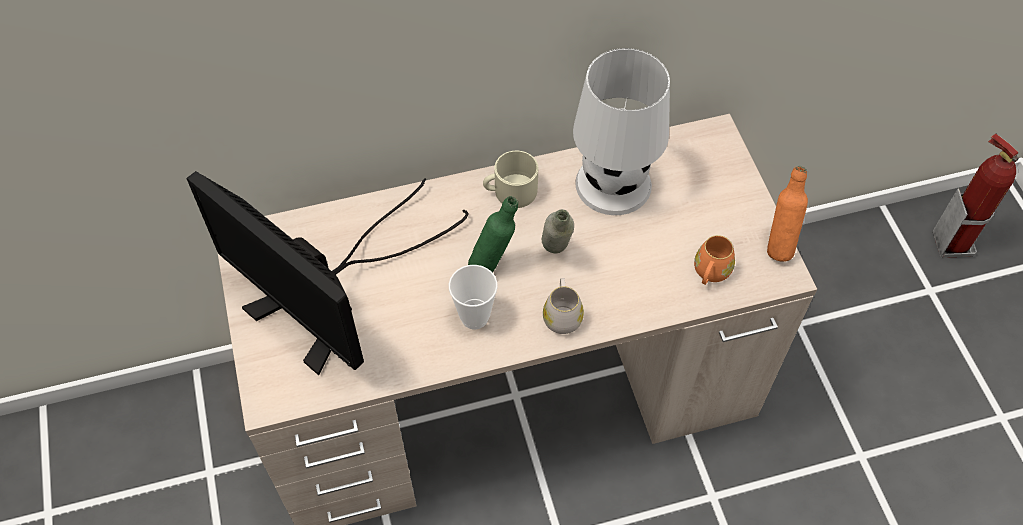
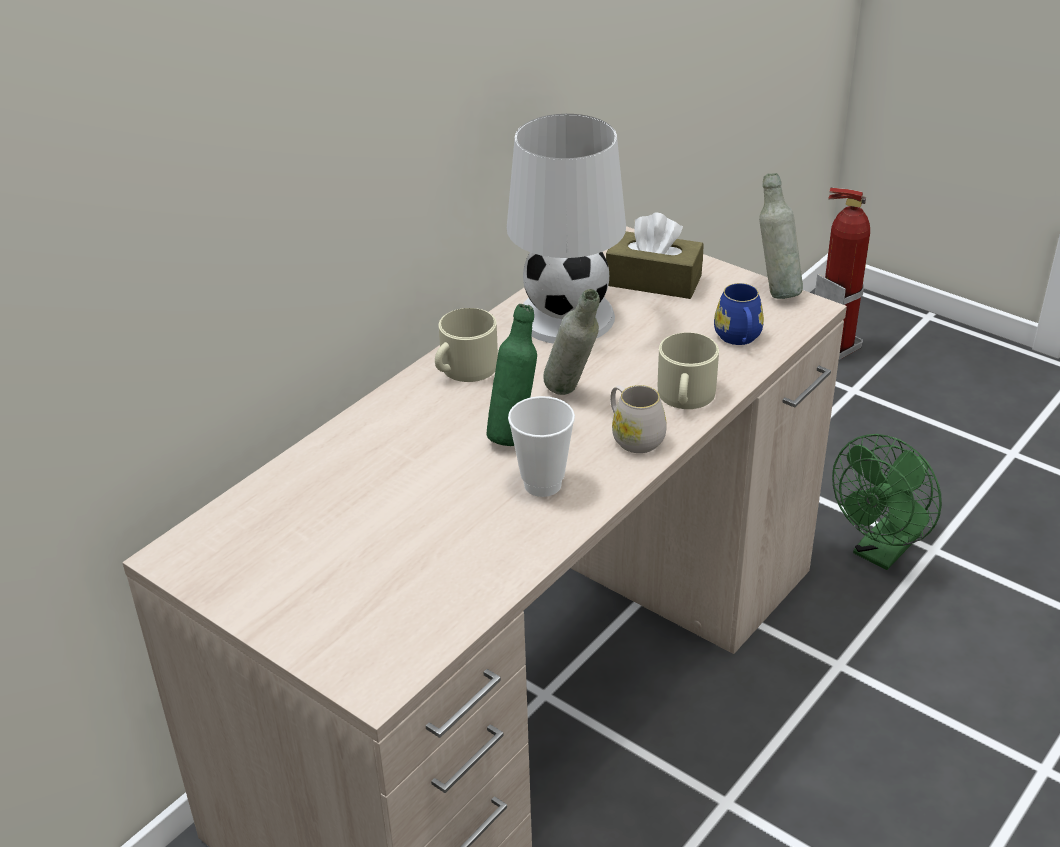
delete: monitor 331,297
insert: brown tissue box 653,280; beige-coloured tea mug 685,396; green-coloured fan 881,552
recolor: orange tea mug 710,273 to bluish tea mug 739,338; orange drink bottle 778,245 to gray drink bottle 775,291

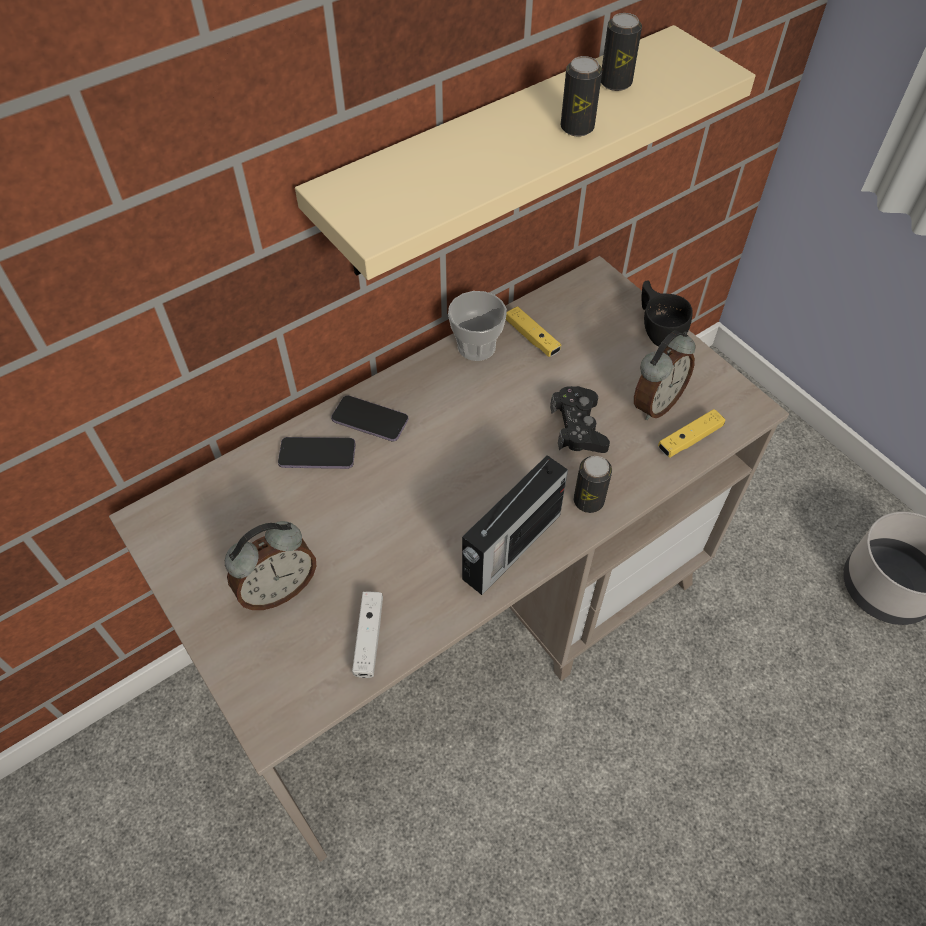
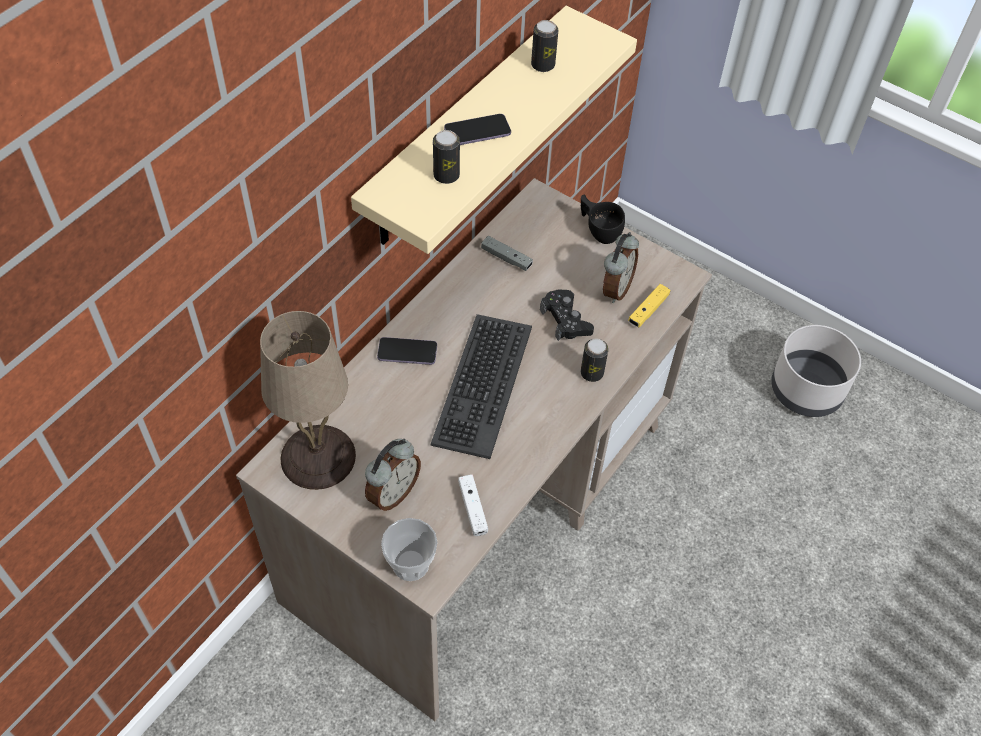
delete: radio 510,548
insert: beige-coloured table lamp 320,456; keyboard 481,384
move: cup 476,347 to 410,564; sealed can 577,128 to 446,175; telephone 317,454 to 477,132
recolor: yellowish gamepad 532,338 to gray gamepad 506,258

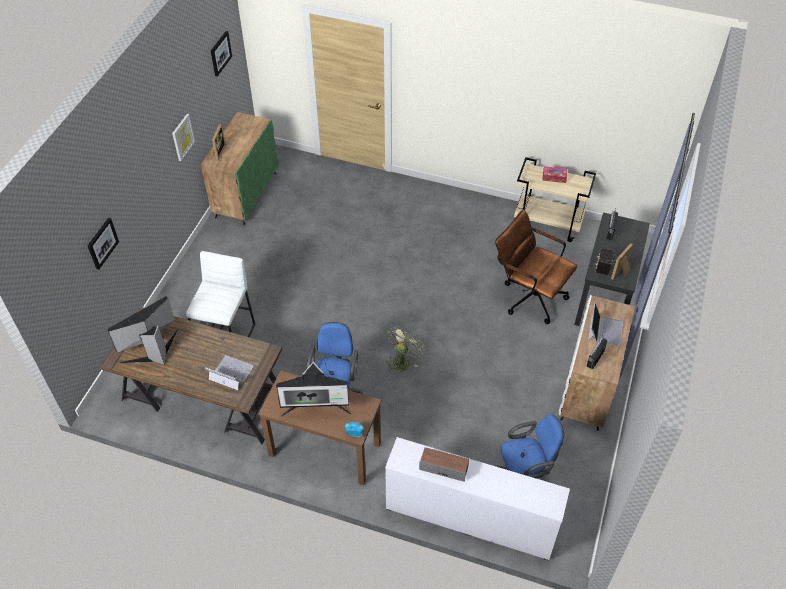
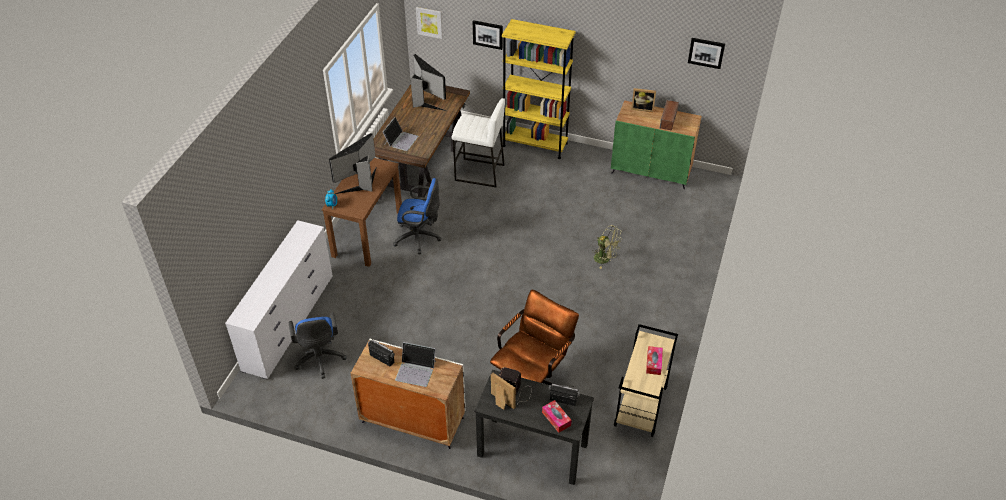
insert: yellowish bookshelf 535,144; tissue box 556,419
move: picture 182,137 to 429,22; green-coloured fan 402,360 to 605,259; audio speaker 444,467 to 668,119
rotate: monitor 316,407 = 360,183 45 degrees clockwise

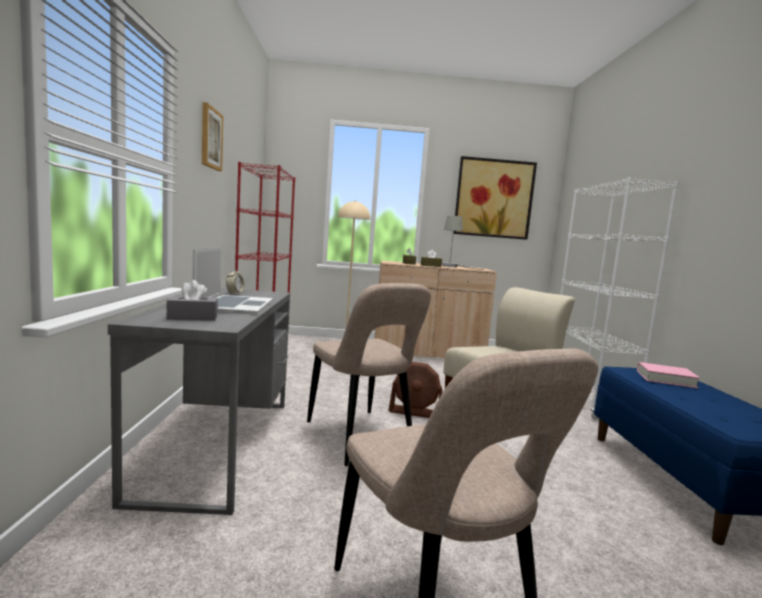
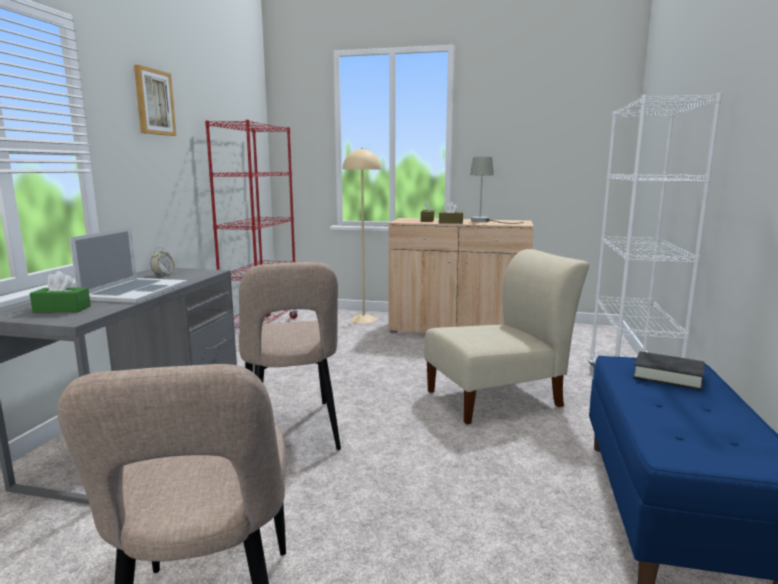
delete: brown fan 415,412; picture 493,198
recolor: gray tissue box 192,317 to green-coloured tissue box 62,309; pinkish volume 665,379 to black volume 668,375

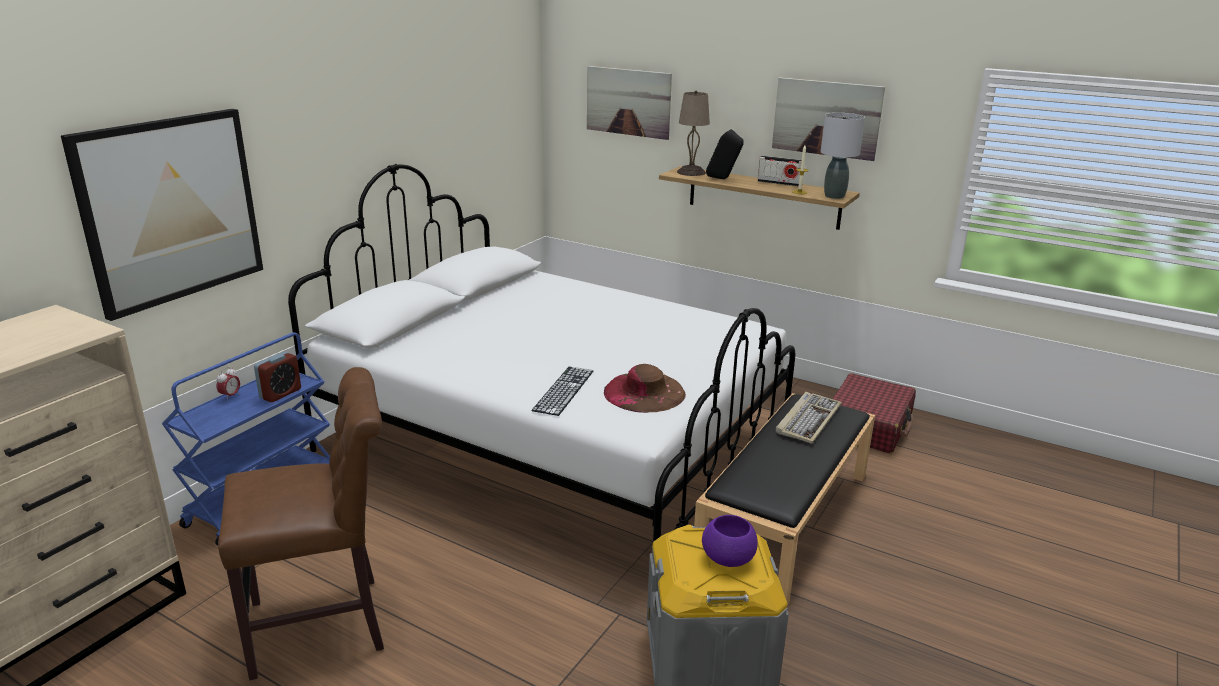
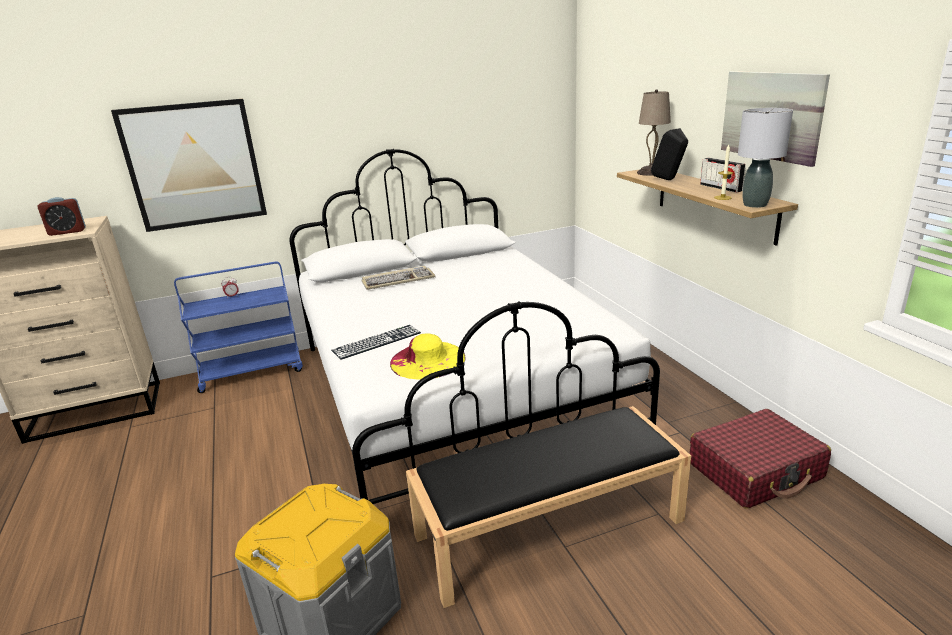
delete: brown upright chair 326,625; picture 628,102; purple serving bowl 728,558
move: alarm clock 280,393 to 67,232; keyboard 808,420 to 398,280
recolor: brown wearable hat 644,392 to yellowish wearable hat 427,360

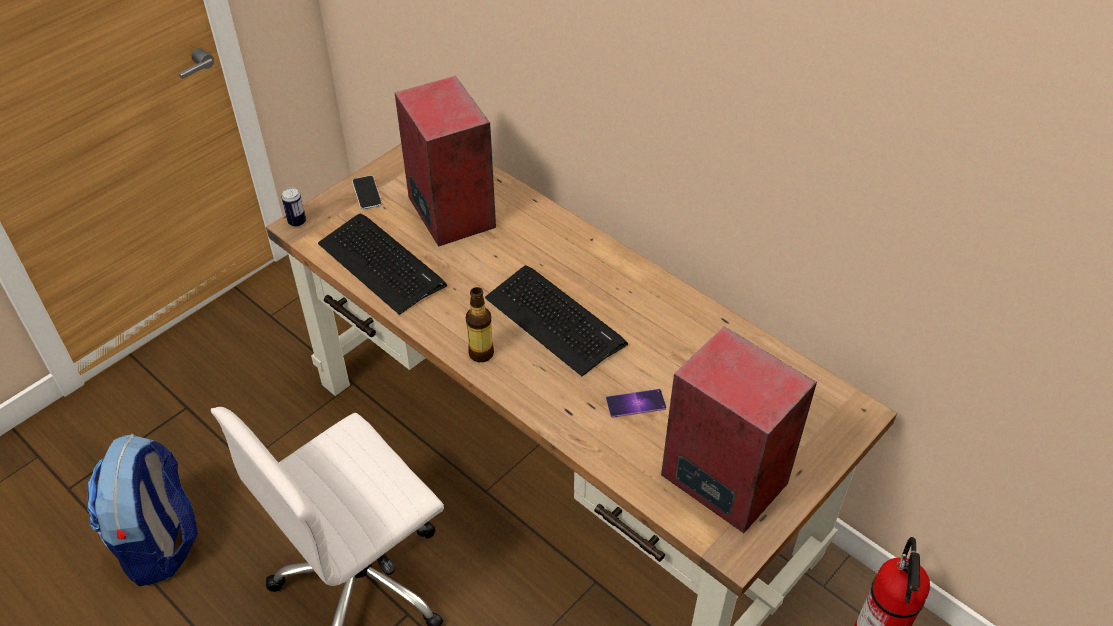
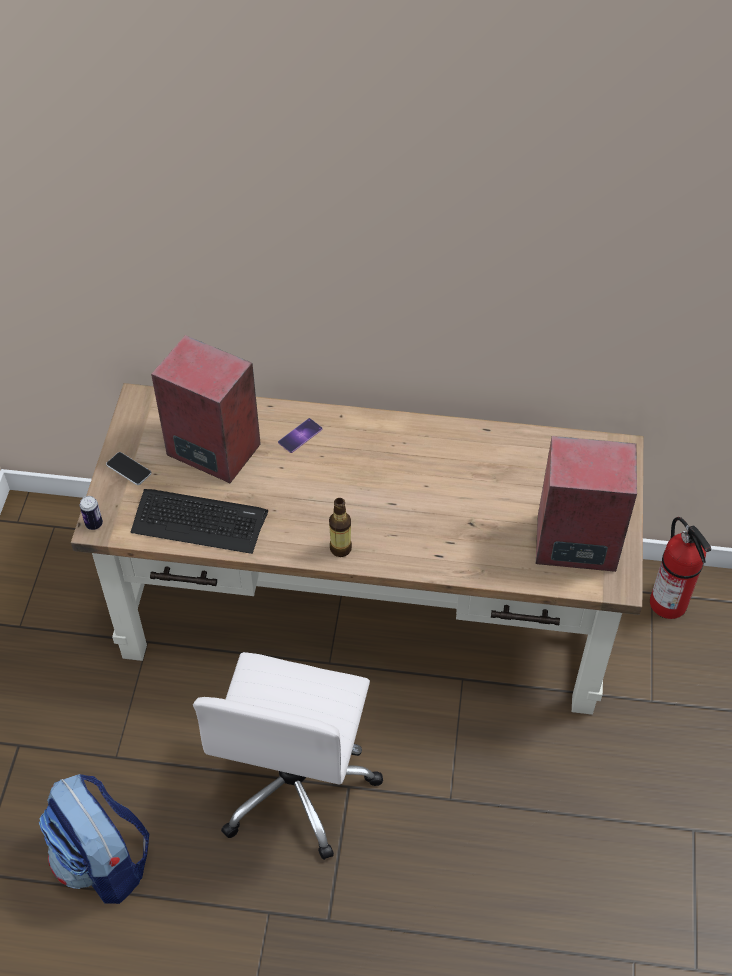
delete: keyboard 555,320
move: telephone 636,403 to 300,435

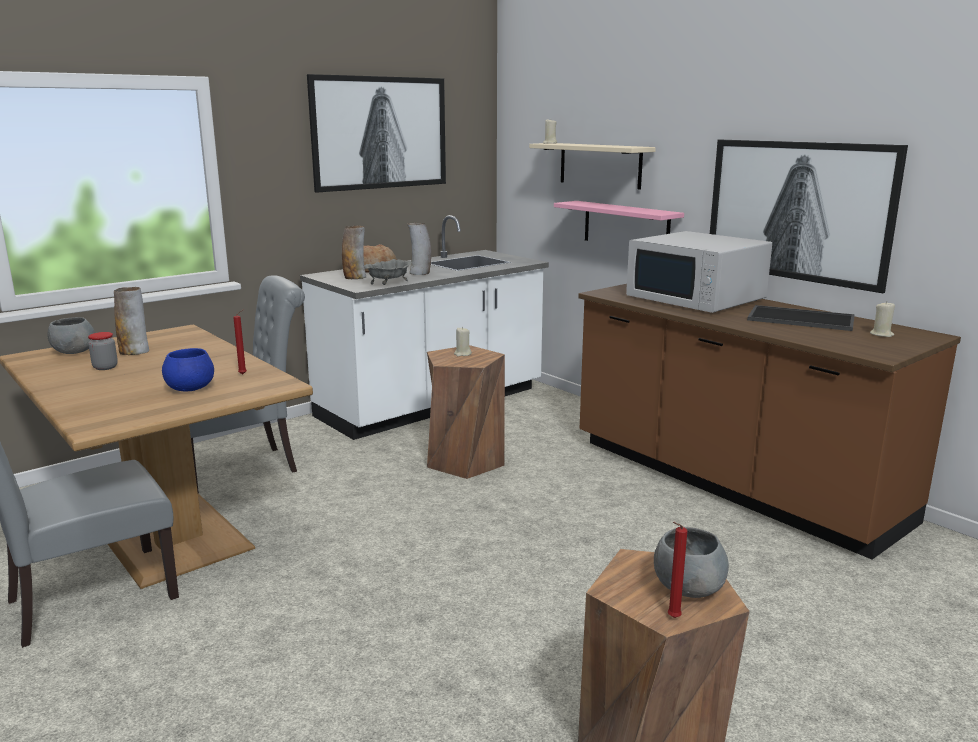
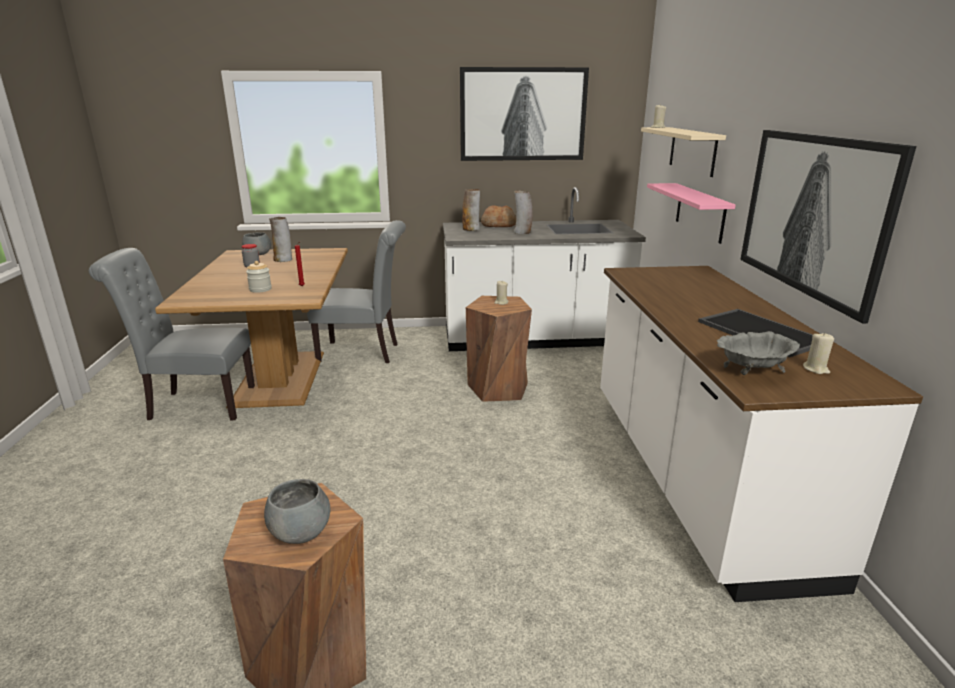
delete: whitish kitchen microwave 696,299; reddish wax candle 672,618
move: gray serving bowl 388,283 to 752,370
replace: bluish serving bowl 191,389 to preserve jar 260,289
recolor: brown kitchen counter 731,482 to whitish kitchen counter 693,476

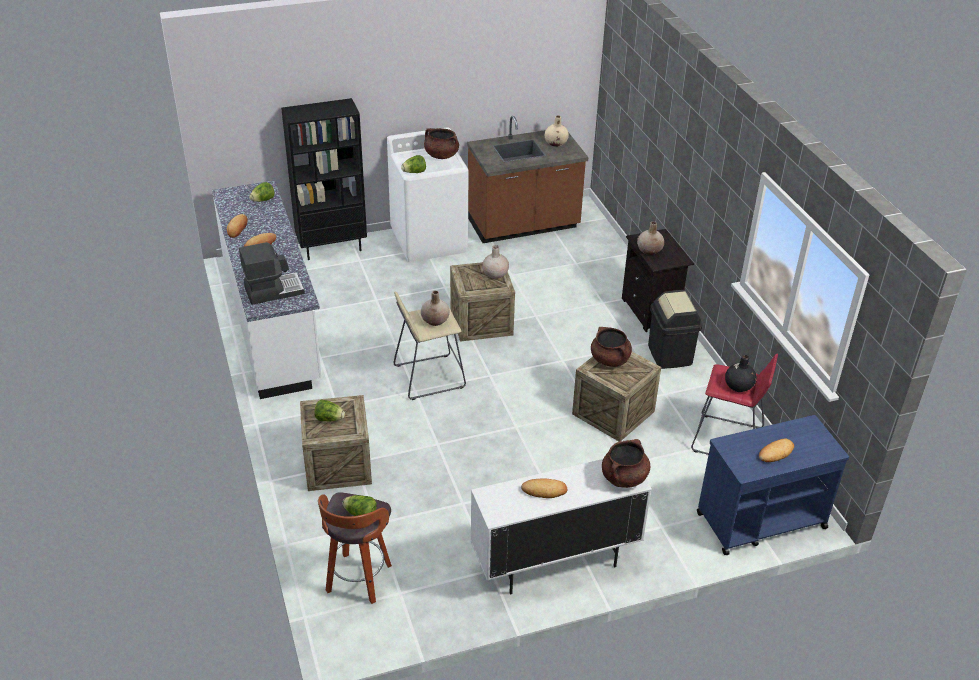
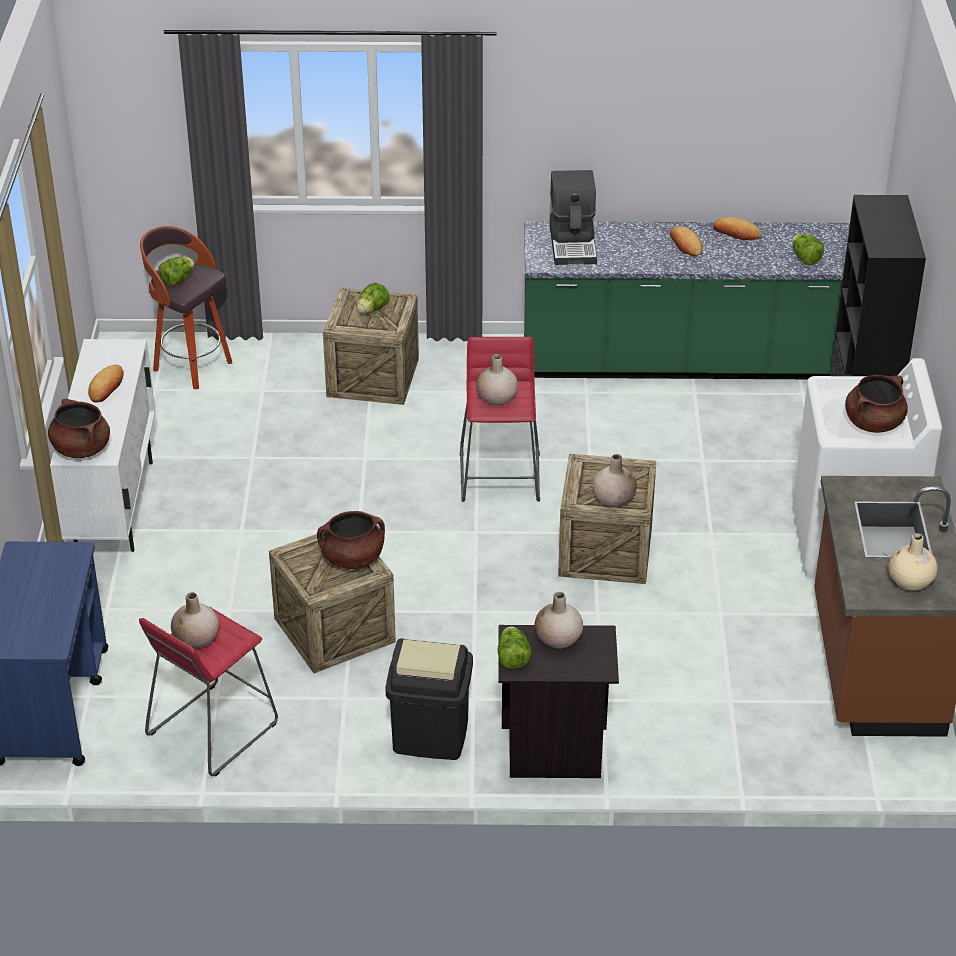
delete: baked bread 775,453
move: head of lettuce 414,172 to 512,658
recolor: black flower vase 739,386 to beige-coloured flower vase 196,639; beige-coloured sitting stool 429,377 to reddish sitting stool 500,476; whitish kitchen counter 272,322 to green-coloured kitchen counter 682,363

